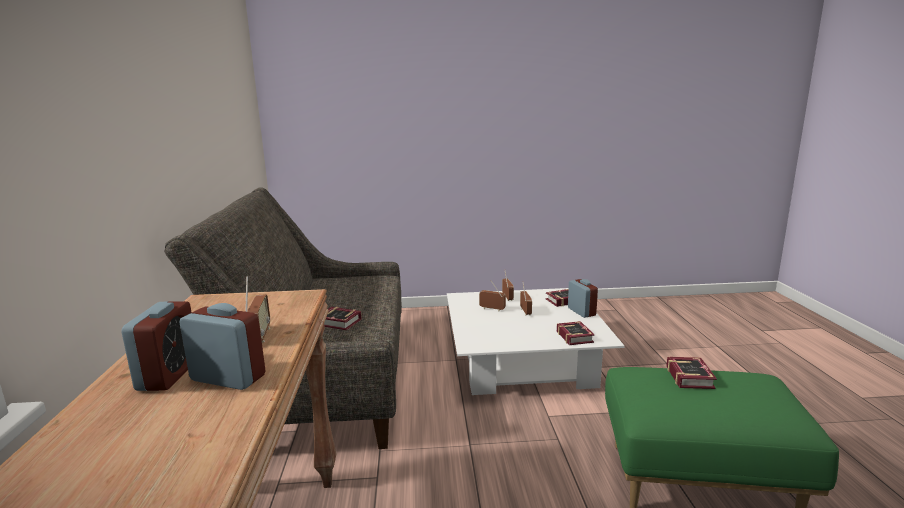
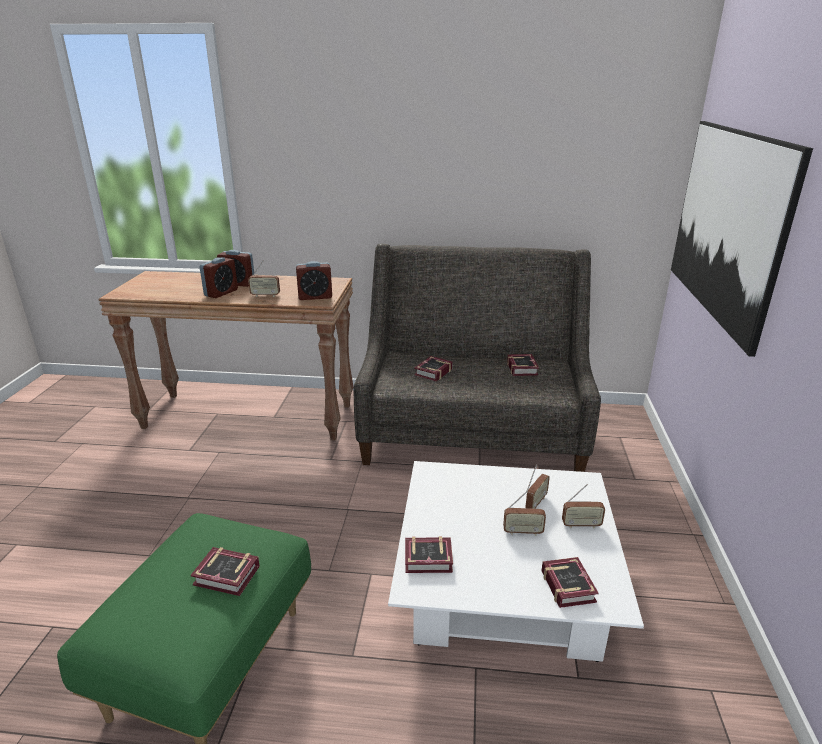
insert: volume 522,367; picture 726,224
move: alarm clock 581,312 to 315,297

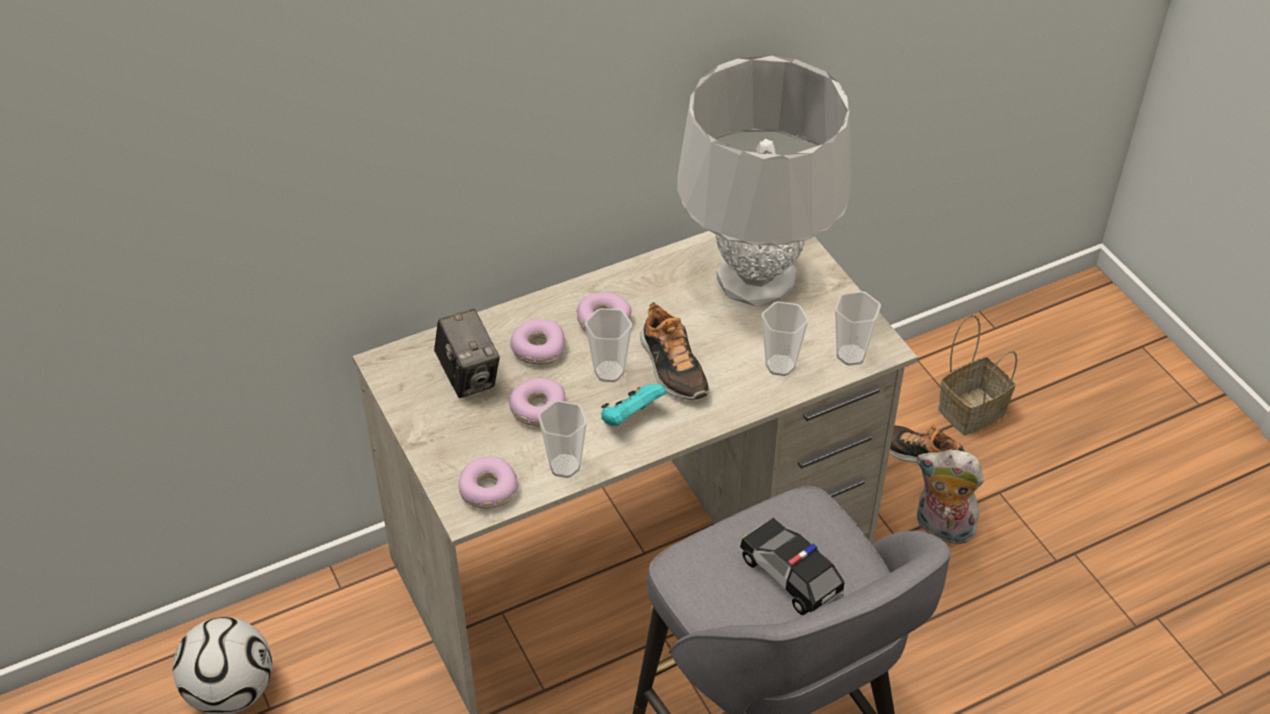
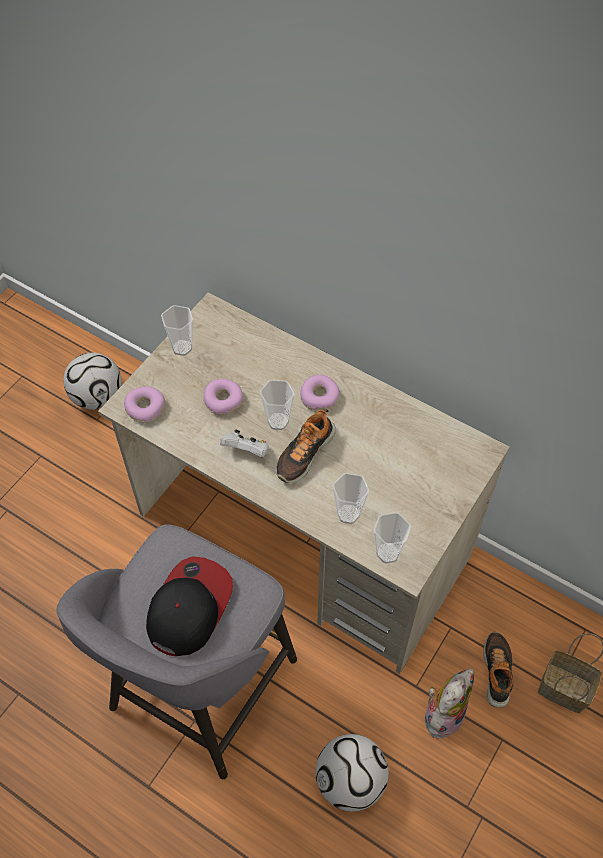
delete: photo camera 469,376; donut 538,349; gray table lamp 757,278
insert: ball for football 349,780
move: cup 564,466 to 182,347
replace: toy car 791,576 to cap 189,607
recolor: blue-green gamepad 630,417 to whitish gamepad 247,451
rotate: soft toy 941,529 = 442,713 45 degrees clockwise

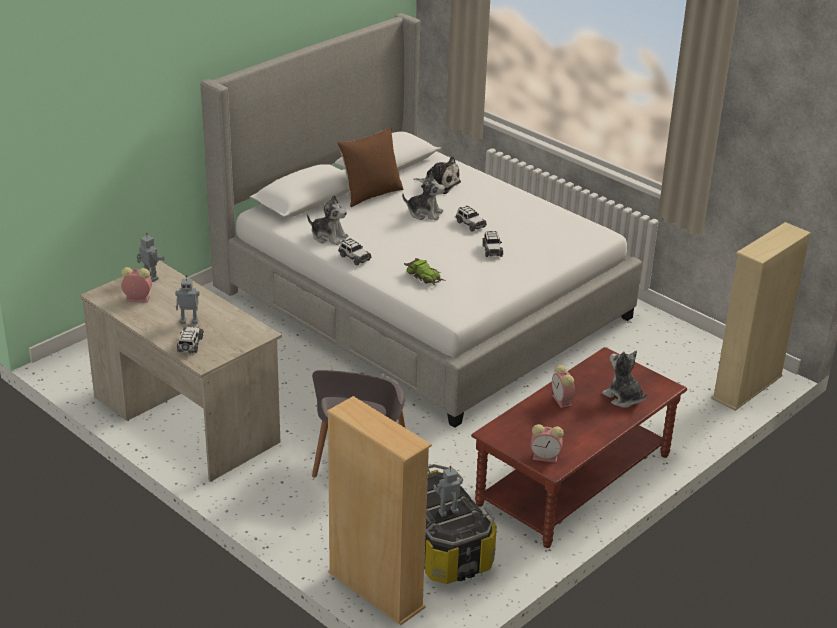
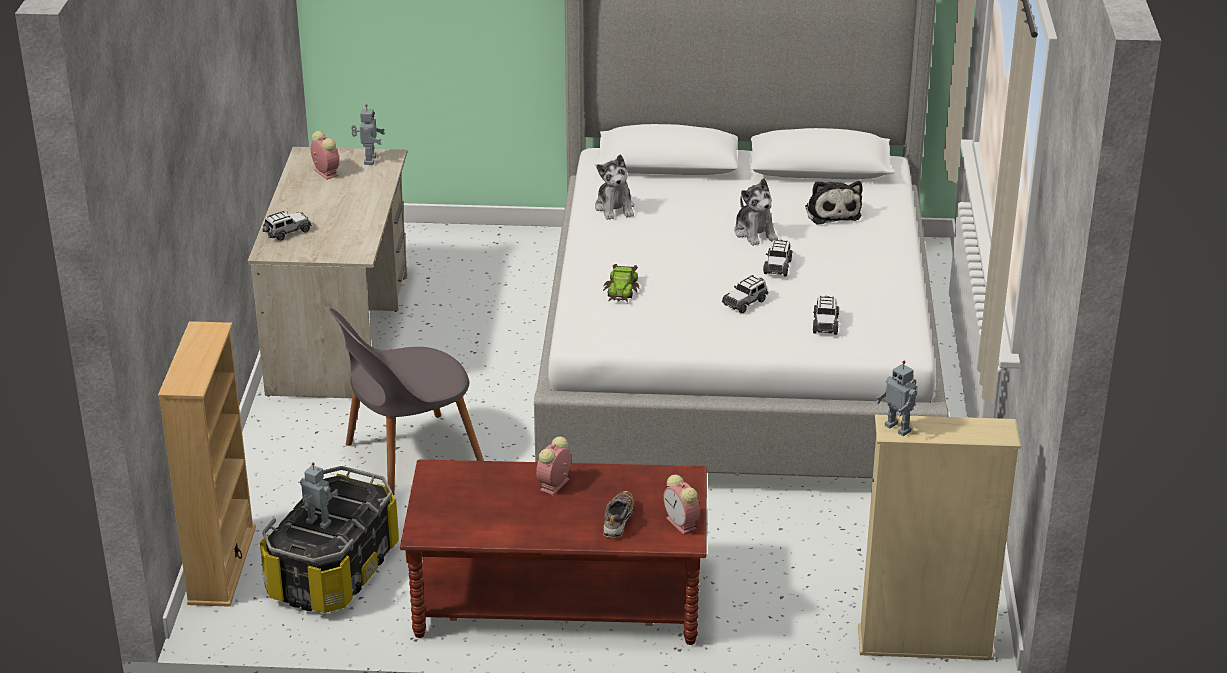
delete: brown cushion 370,194
move: alarm clock 546,457 to 682,524; toy car 354,258 to 825,324; model robot 189,321 to 899,428
replace: soft toy 623,398 to shoe 617,521

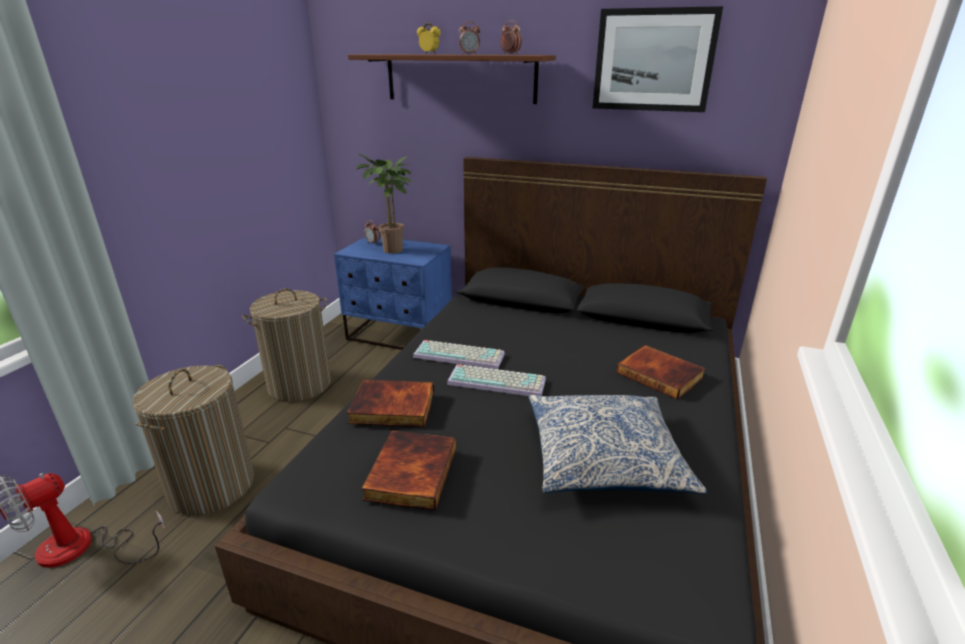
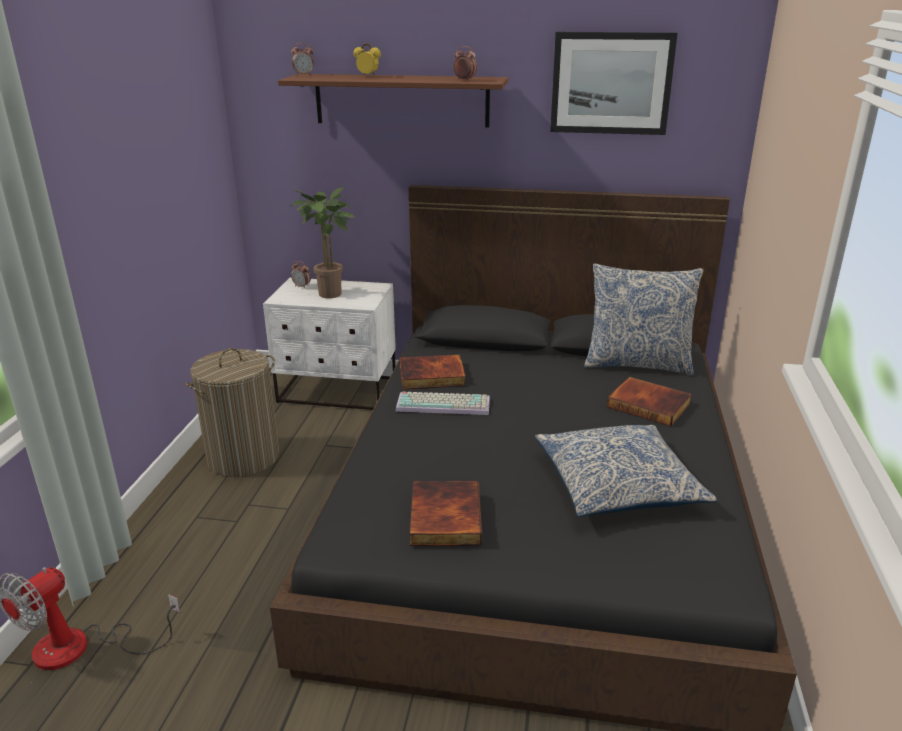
delete: laundry basket 212,486; keyboard 498,381
insert: cushion 637,363
move: alarm clock 469,54 to 304,75; volume 392,408 to 431,376
recolor: bluish nightstand 399,335 to whitish nightstand 338,392

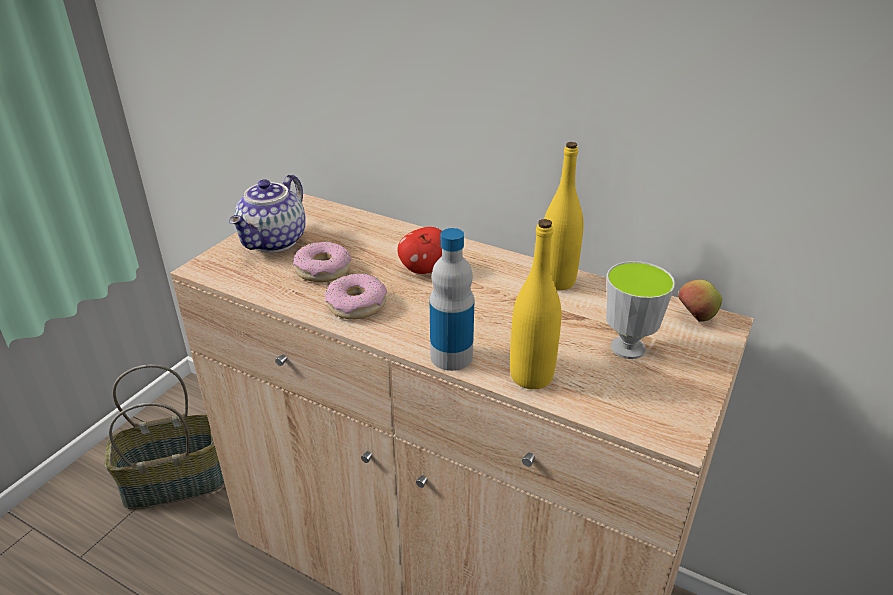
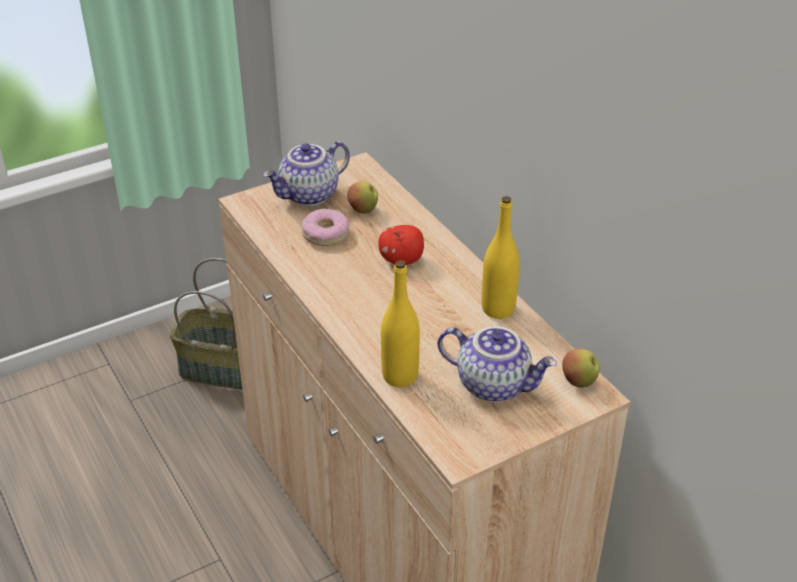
delete: donut 356,304; drink bottle 451,356
insert: whole apple 363,210
replace: cup 628,348 to tea pot 494,384

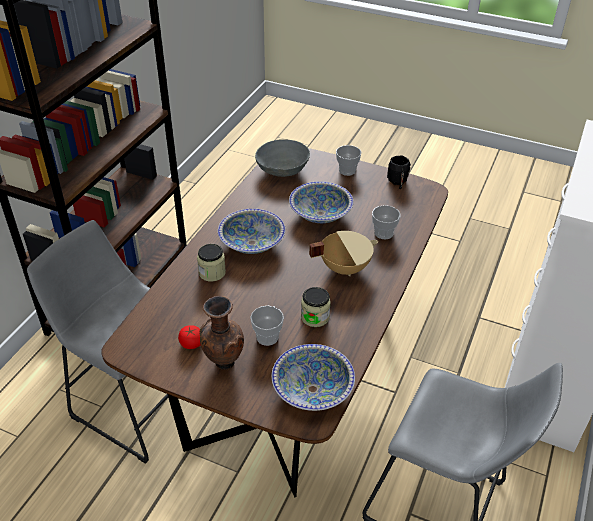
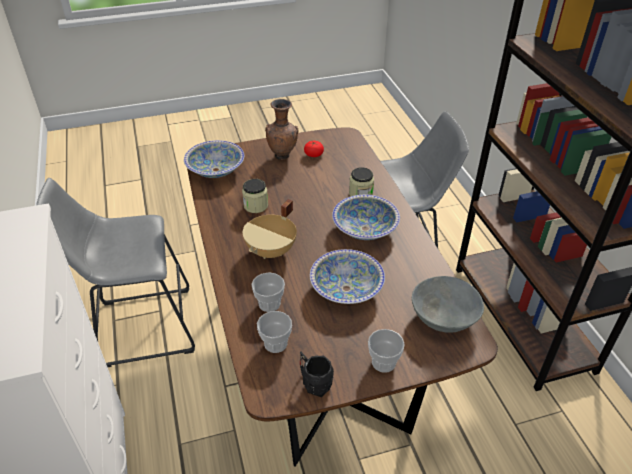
move: cup 267,337 to 275,343

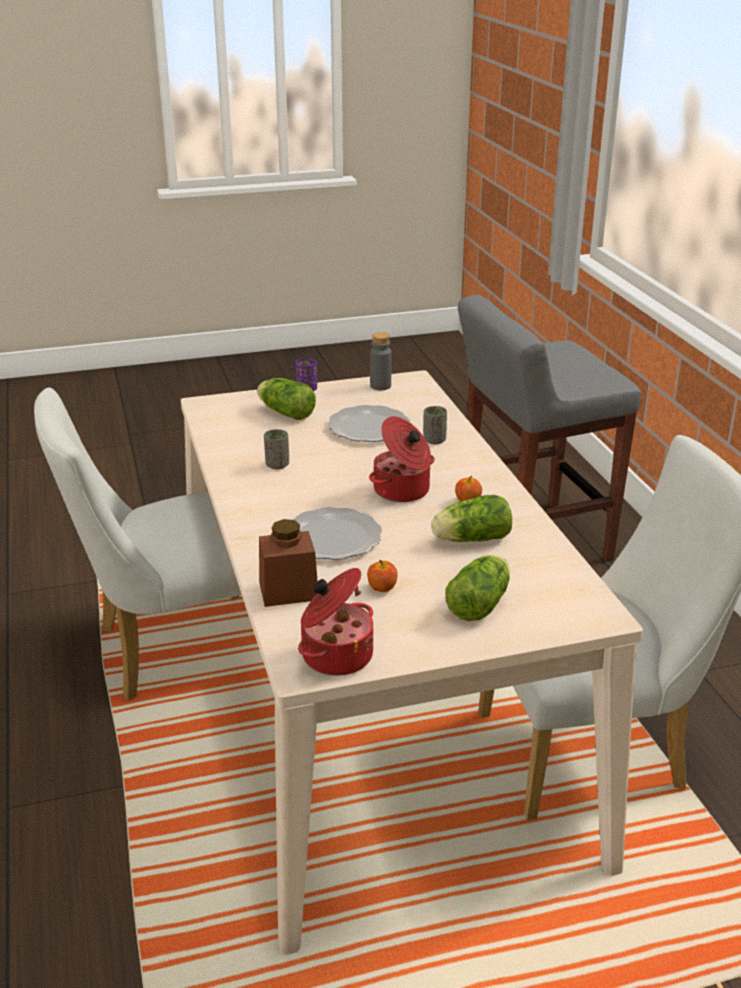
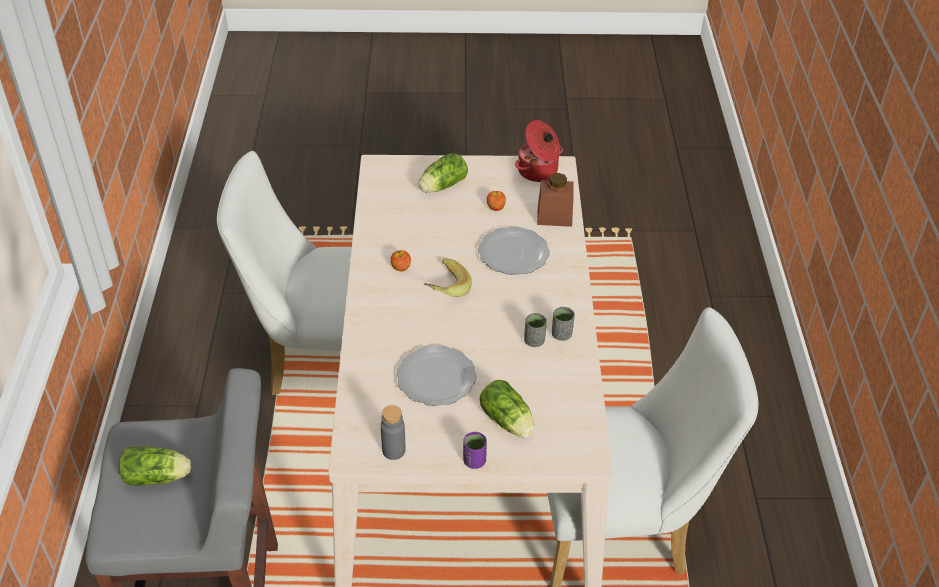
move: head of lettuce 469,539 to 159,477; gray cup 434,440 to 561,334
replace: saucepot 402,491 to banana fruit 443,289

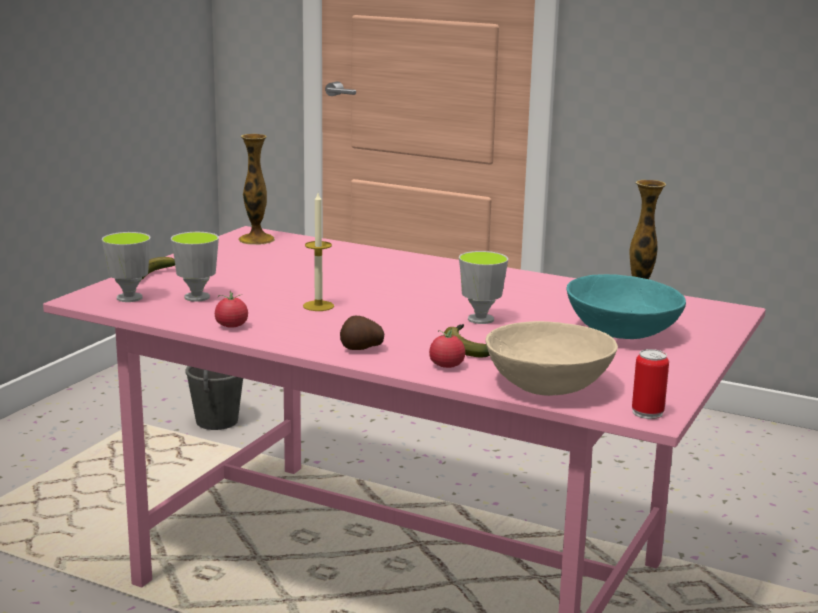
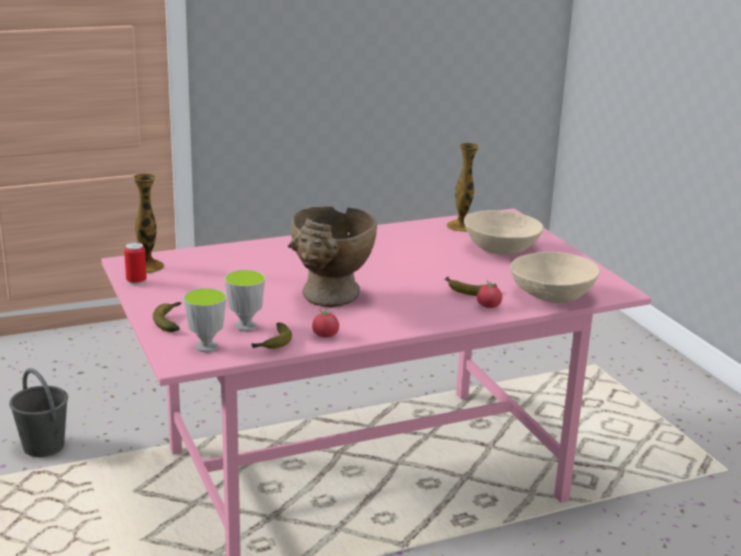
delete: potato 361,349; cup 480,319
insert: banana fruit 273,344
move: sealed can 647,412 to 136,281
replace: wax candle 318,306 to beige-coloured flower vase 329,299
recolor: blue-green serving bowl 620,332 to beige-coloured serving bowl 500,249

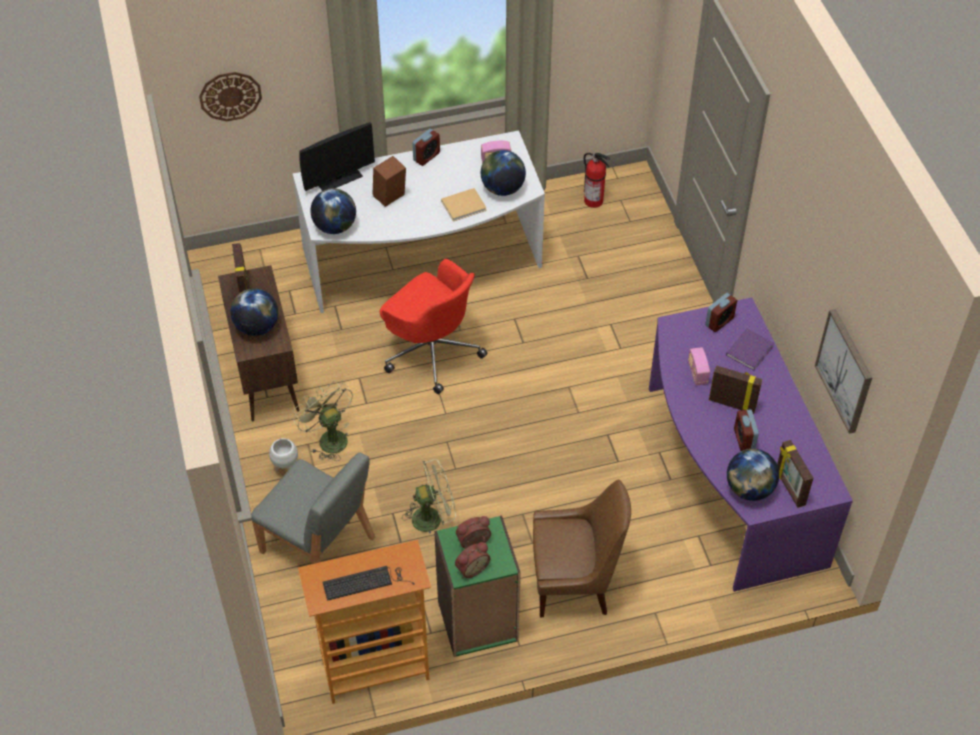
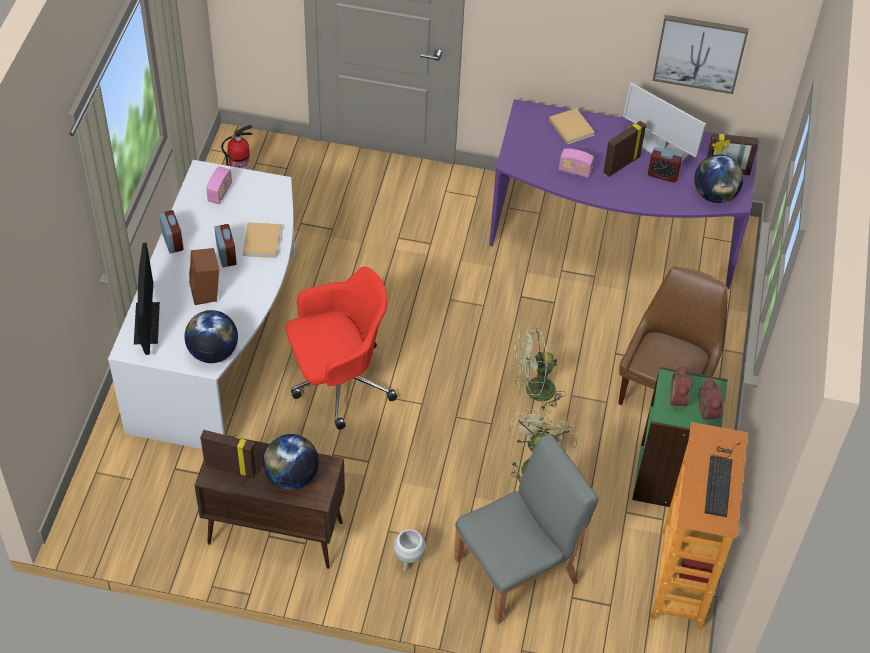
delete: wall clock 230,96; world globe 502,188
insert: monitor 659,147
move: alarm clock 719,322 to 226,255; green-coloured fan 328,438 to 533,391
recolor: purple volume 750,349 to beige-coloured volume 570,126

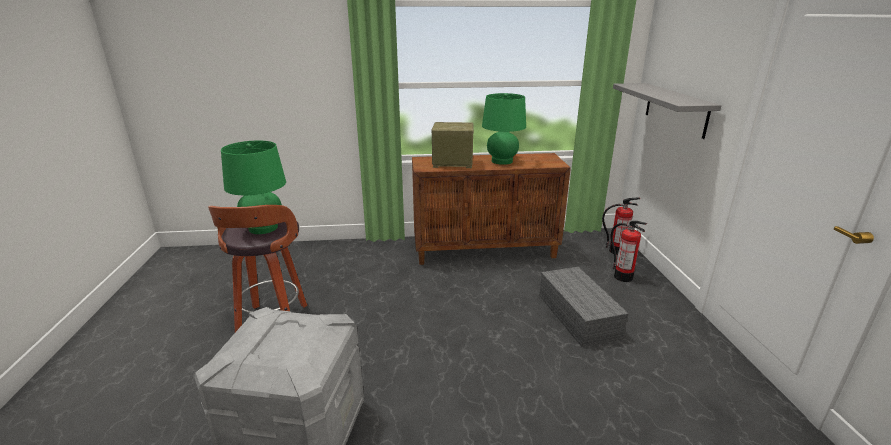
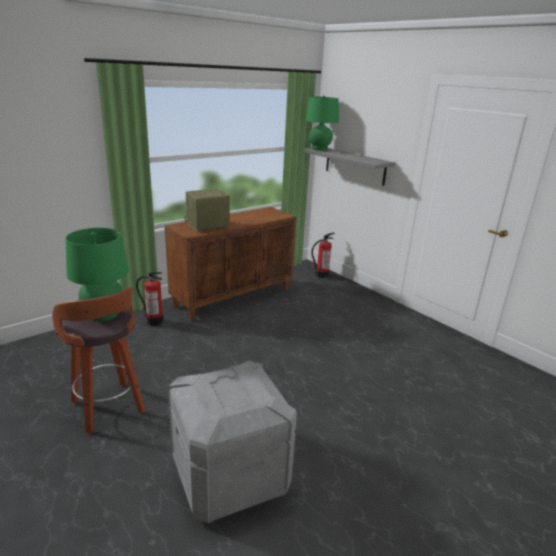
delete: gray storage bin 579,316
move: fire-fighting cylinder 623,277 to 155,321; green-coloured table lamp 502,161 to 319,149

